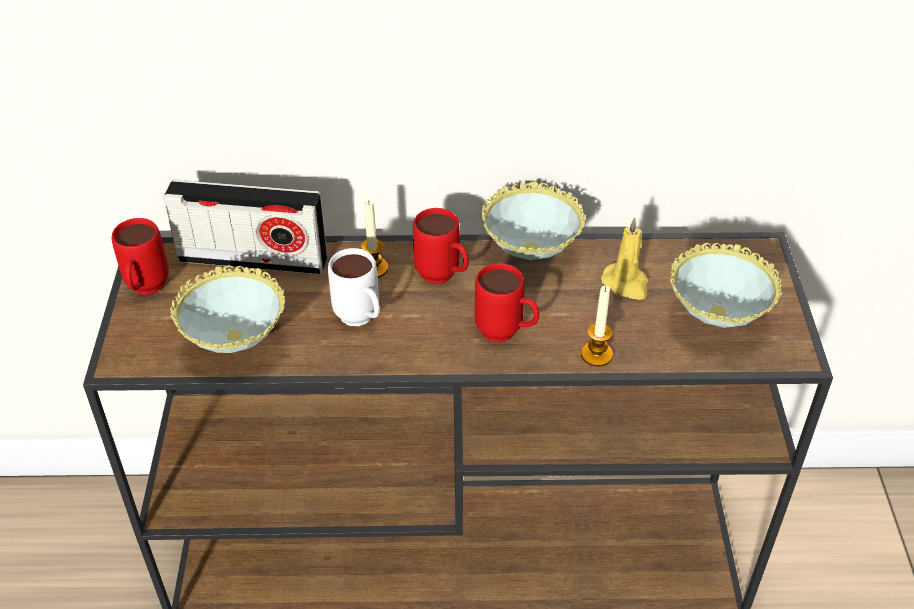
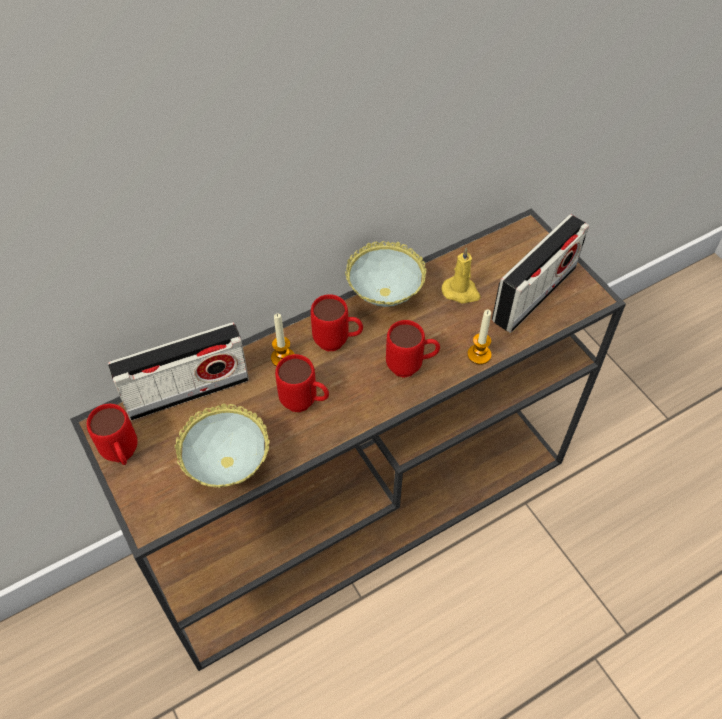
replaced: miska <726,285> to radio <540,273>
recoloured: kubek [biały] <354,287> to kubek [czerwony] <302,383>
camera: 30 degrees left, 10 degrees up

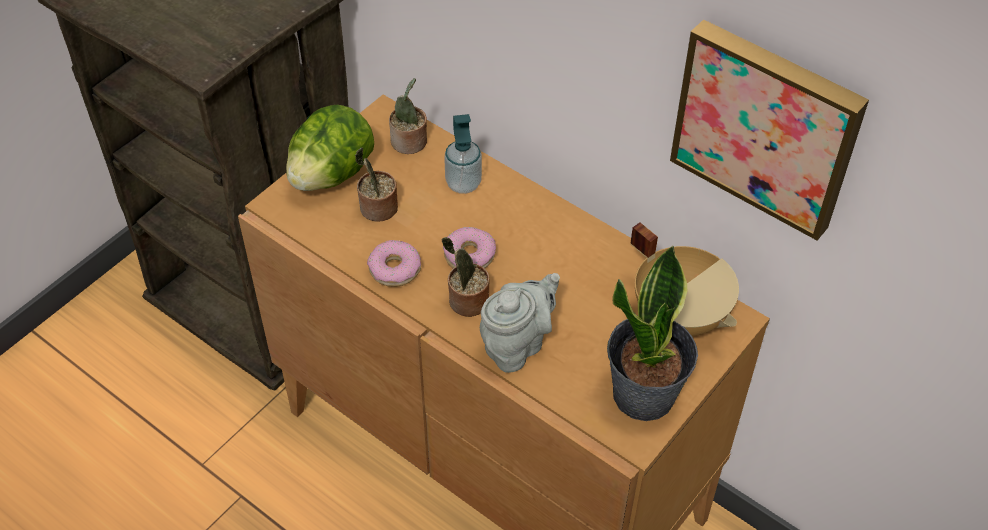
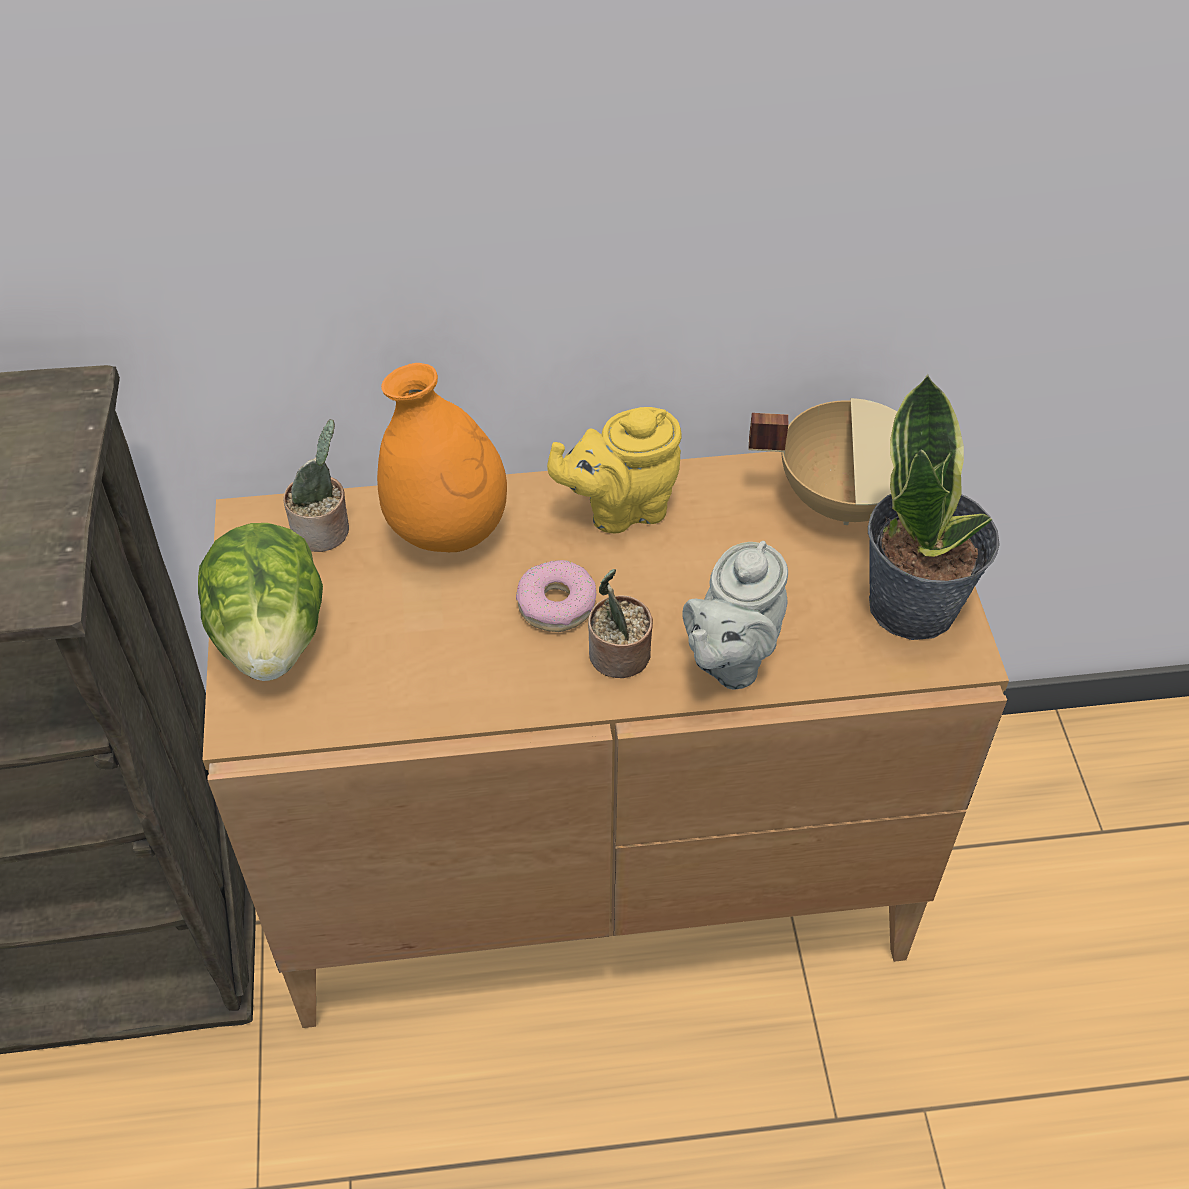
removed: obraz <769,130>; roślina doniczkowa <376,185>; donut <394,263>
added: imbryk [żółty] <614,470>
replaced: dozownik mydła <463,154> to wazon [pomarańczowy] <442,457>
turned: imbryk [szary] <520,323> = <735,615> 150 degrees counterclockwise
camera: 45 degrees left, 0 degrees up

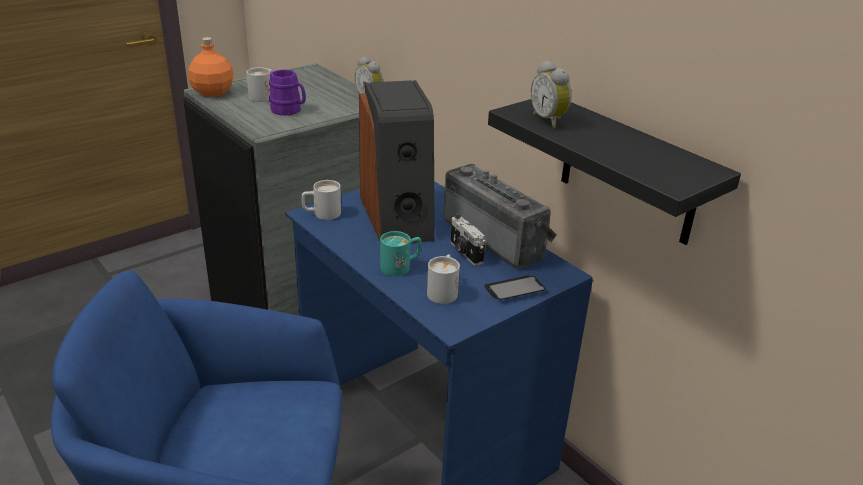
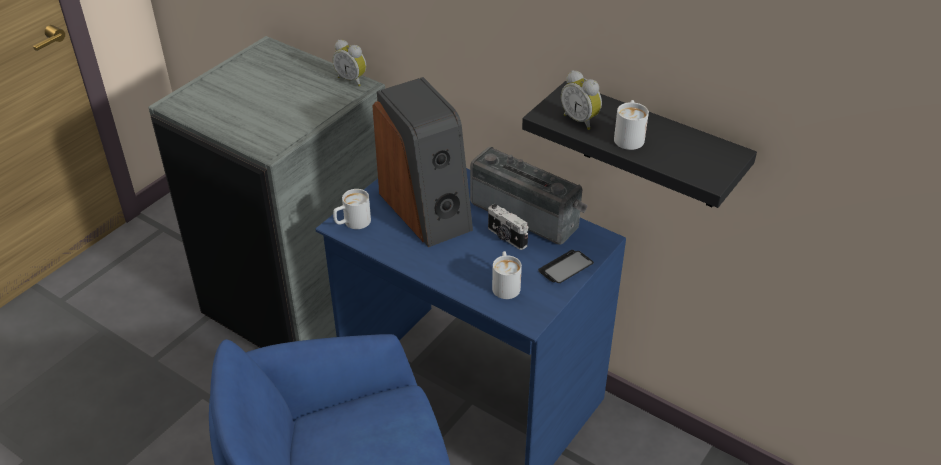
removed: butelka [pomarańczowy] <211,67>; kubek [fioletowy] <287,93>; kubek [turkusowy] <401,253>
moved: kubek [biały] <259,85> to <631,125>
camera: 15 degrees left, 10 degrees up

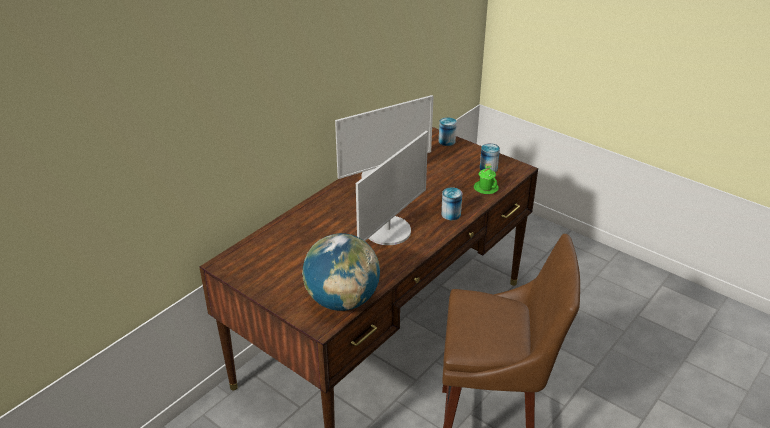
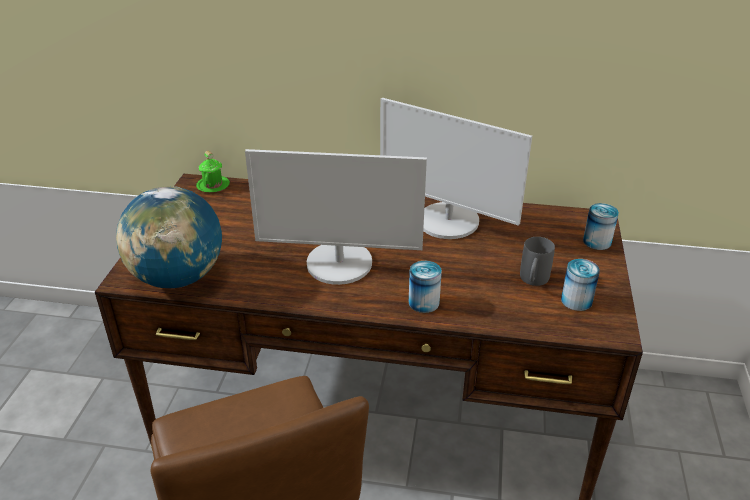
added: kubek [szary] <537,261>
moved: kubek [zielony] <486,178> to <213,172>
camera: 60 degrees right, 0 degrees up

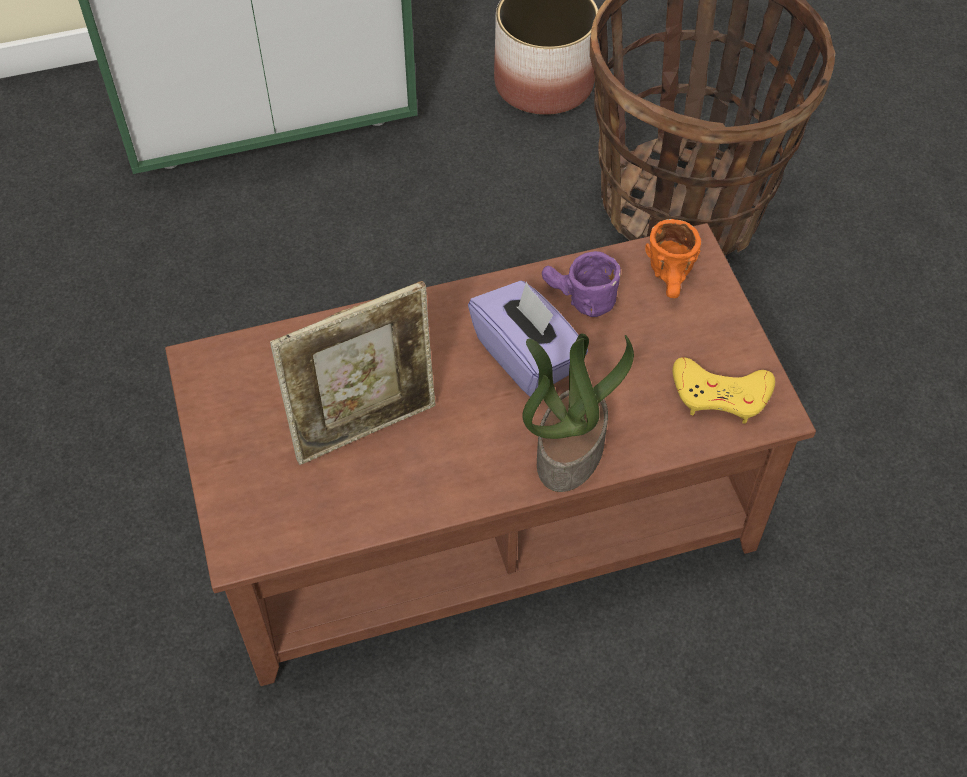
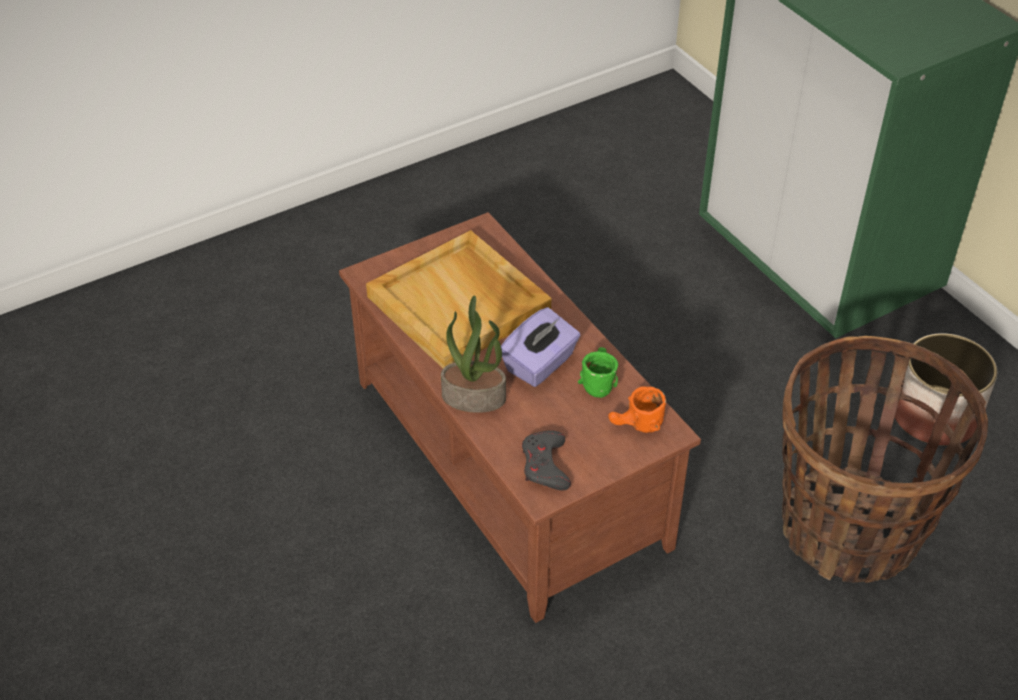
replaced: ramka na zdjęcie <352,373> to taca [beżowy] <458,299>
recoloured: kubek [fioletowy] <581,284> to kubek [zielony] <598,372>; pad do gier [żółty] <724,390> to pad do gier [szary] <546,460>
camera: 75 degrees right, 10 degrees down

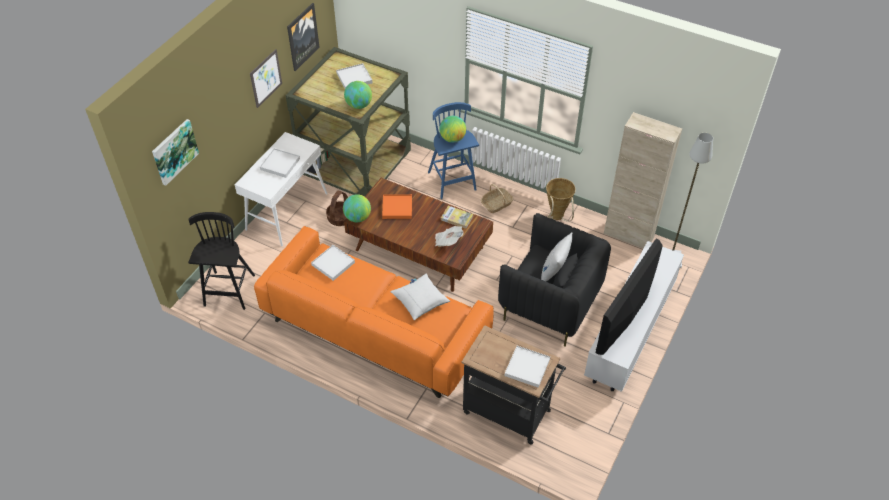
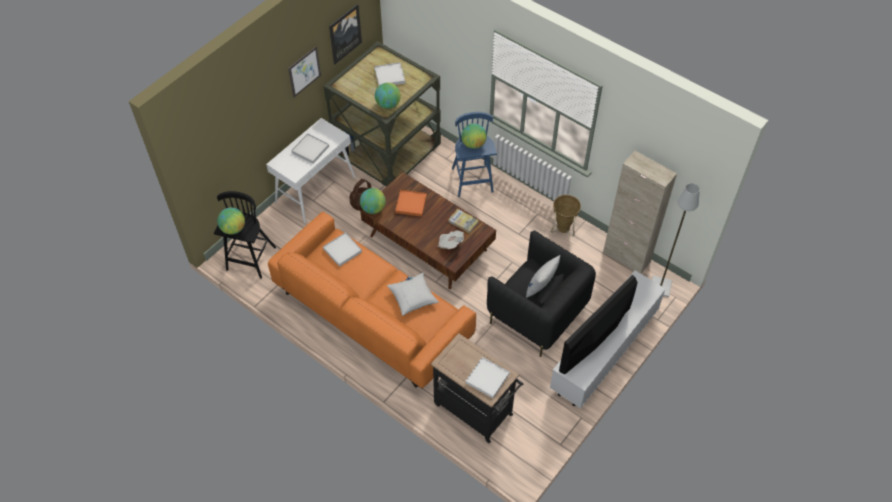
removed: obraz <175,152>; koszyk <497,198>
added: globus <231,221>
camera: 10 degrees right, 5 degrees up

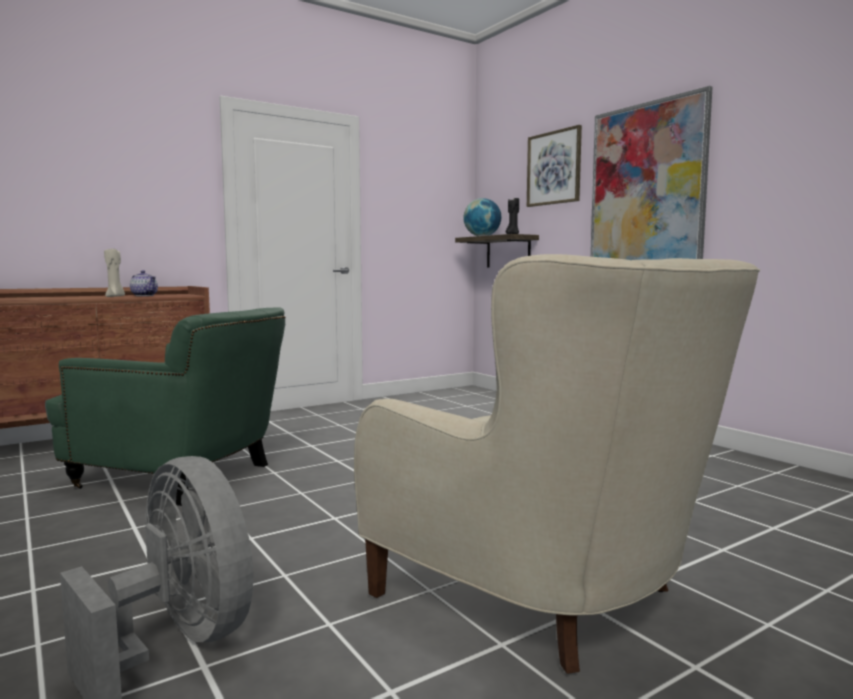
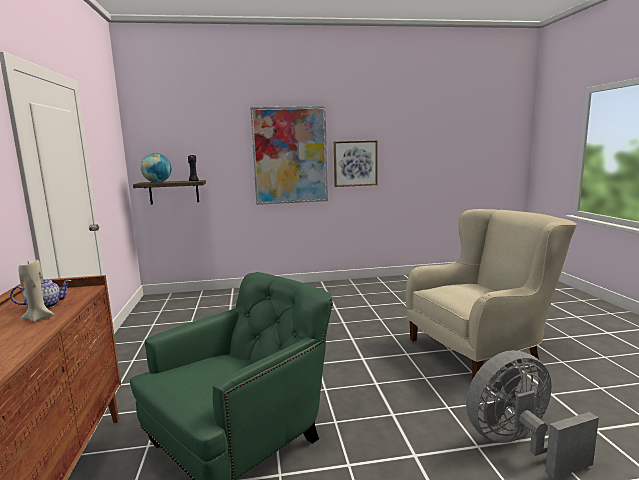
moved: obraz <554,166> to <356,163>
camera: 65 degrees left, 5 degrees up

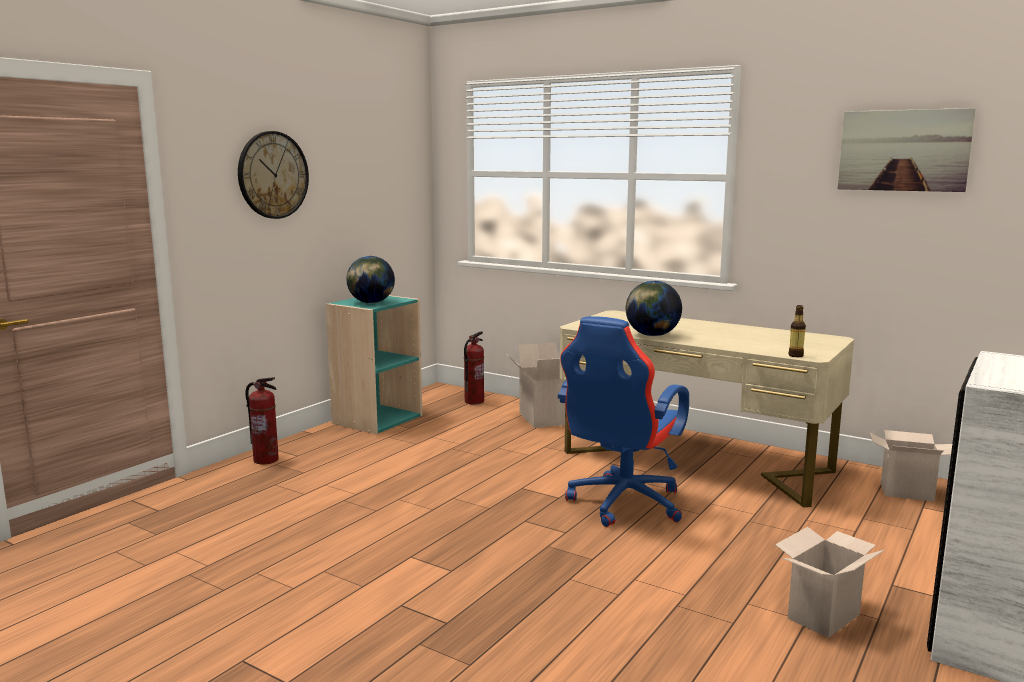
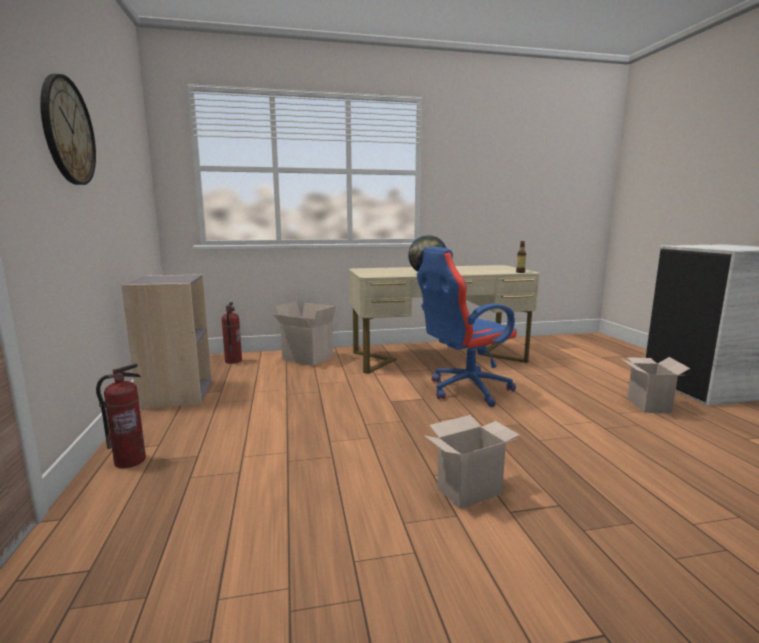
removed: obraz <907,150>; globus <371,279>
moved: karton <911,465> to <472,462>
recoloured: regał [turkusowy] <374,364> to regał [szary] <166,341>
turned: krzesło biurowe [niebieski] <623,421> = <467,327> 75 degrees clockwise
camera: 45 degrees left, 0 degrees up

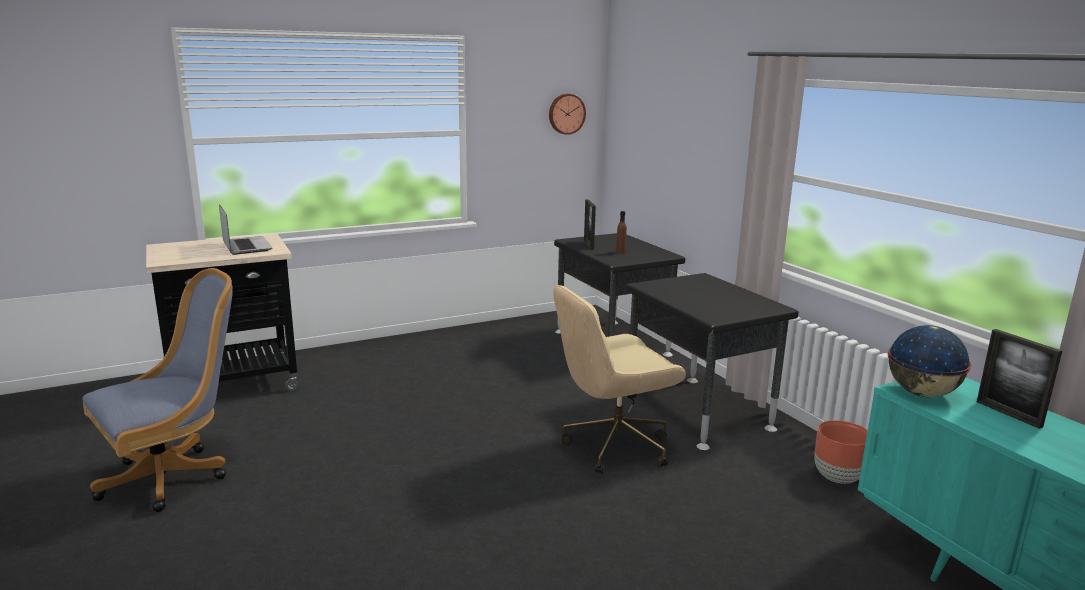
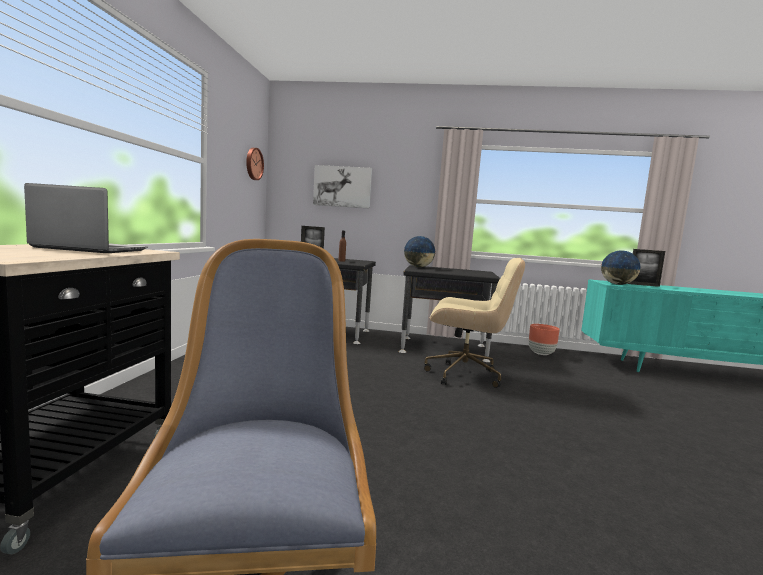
added: obraz <342,187>; globus <419,251>
turned: krzesło biurowe [beżowy] <619,379> = <474,323> 90 degrees counterclockwise
camera: 55 degrees left, 10 degrees down

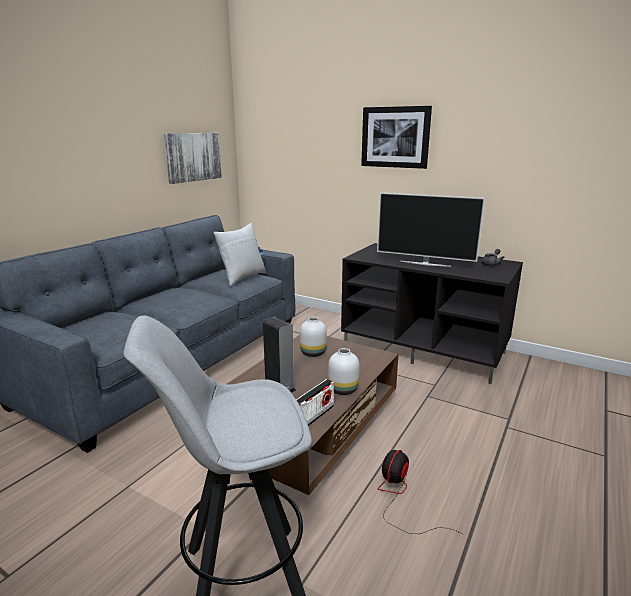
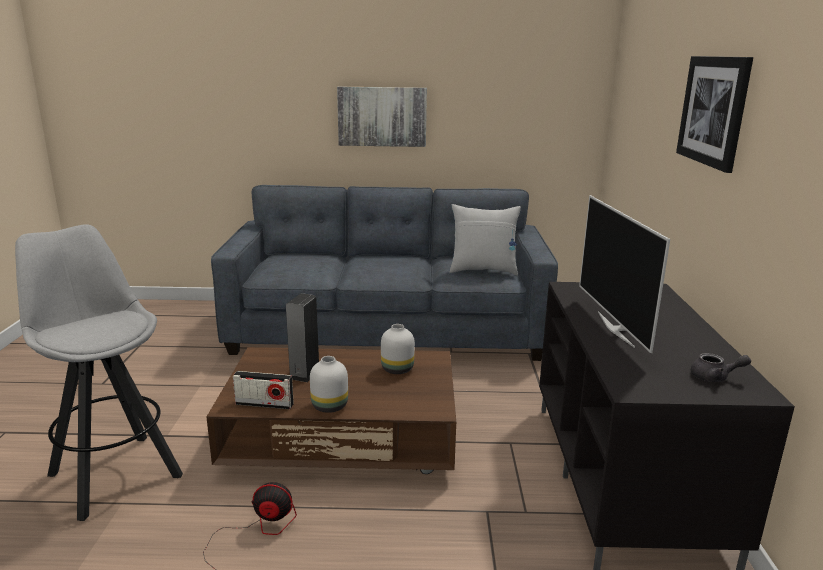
moved: obraz <193,158> to <382,117>
camera: 60 degrees right, 0 degrees up

